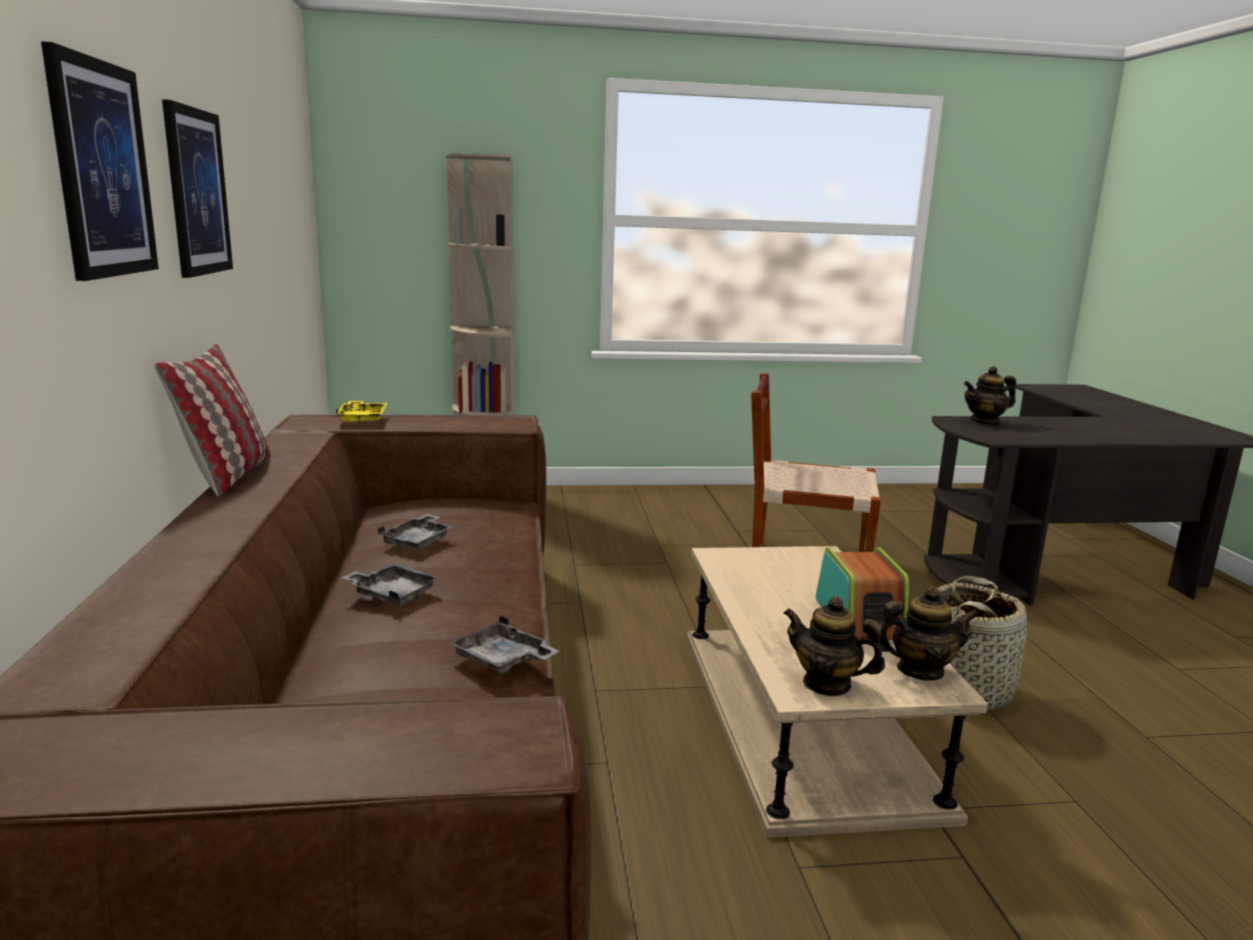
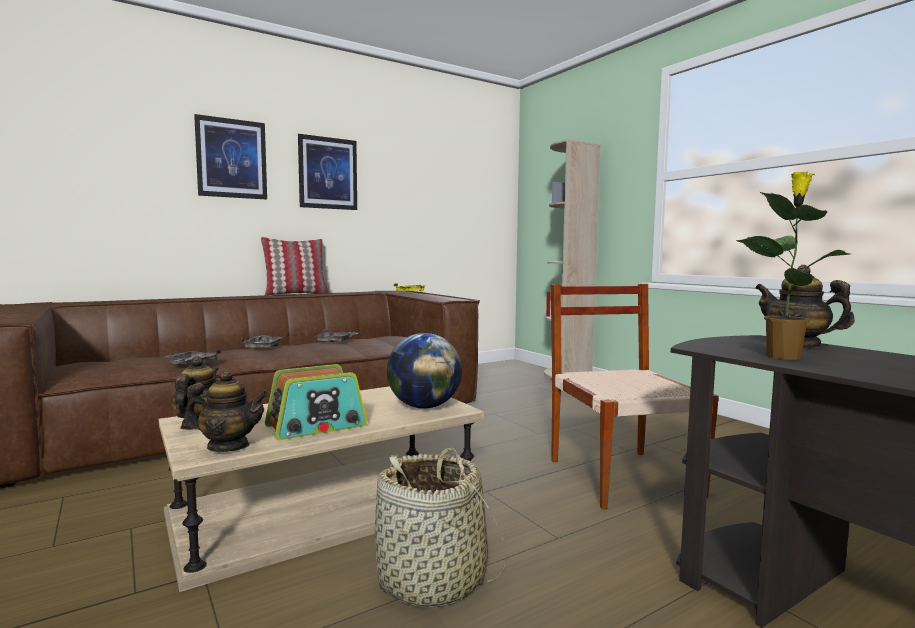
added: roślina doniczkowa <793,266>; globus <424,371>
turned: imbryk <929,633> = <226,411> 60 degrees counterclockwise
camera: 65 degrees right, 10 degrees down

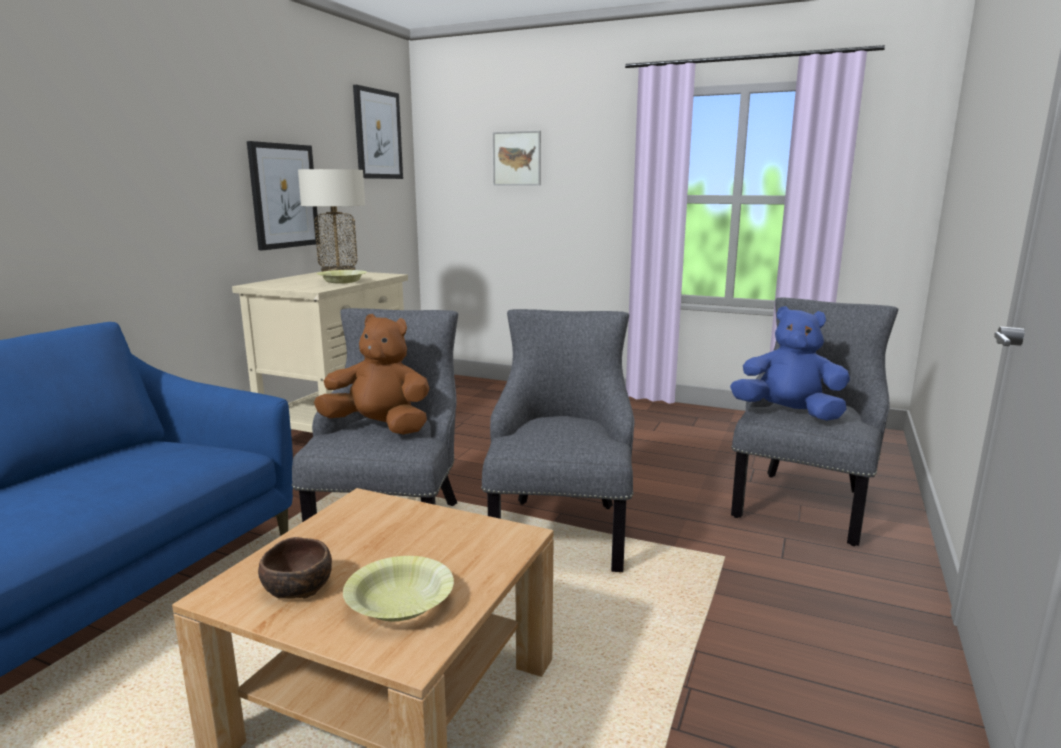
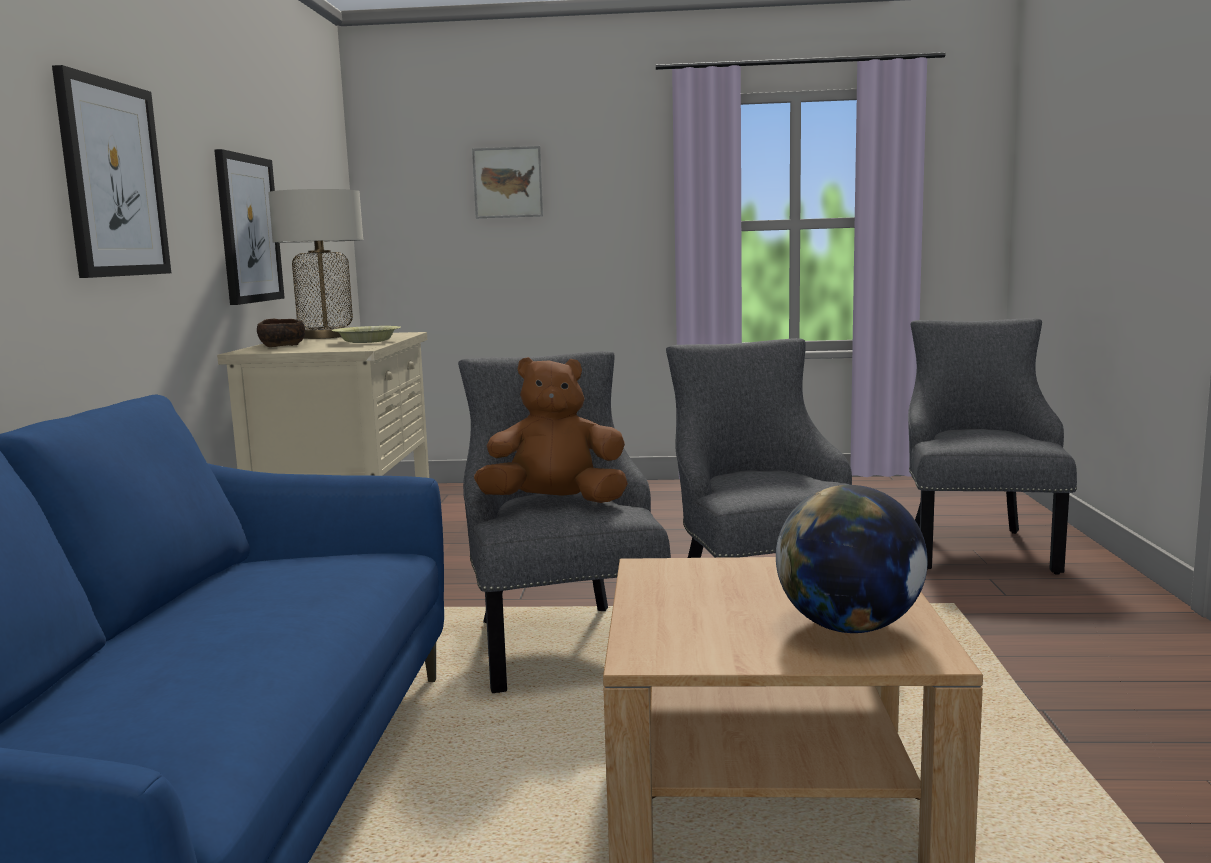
removed: pluszak [niebieski] <790,363>
moved: obraz <378,132> to <111,171>; miska [brązowy] <295,568> to <281,333>
replaced: miska [żółty] <398,588> to globus <852,559>
camera: 20 degrees left, 5 degrees down

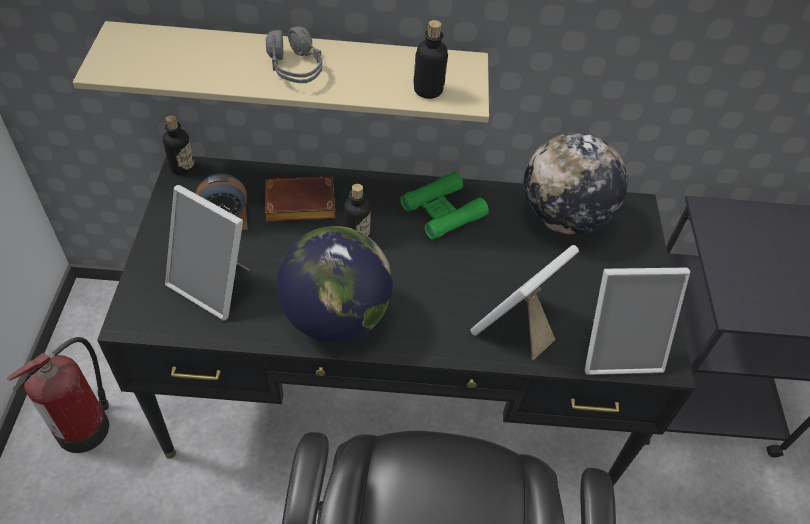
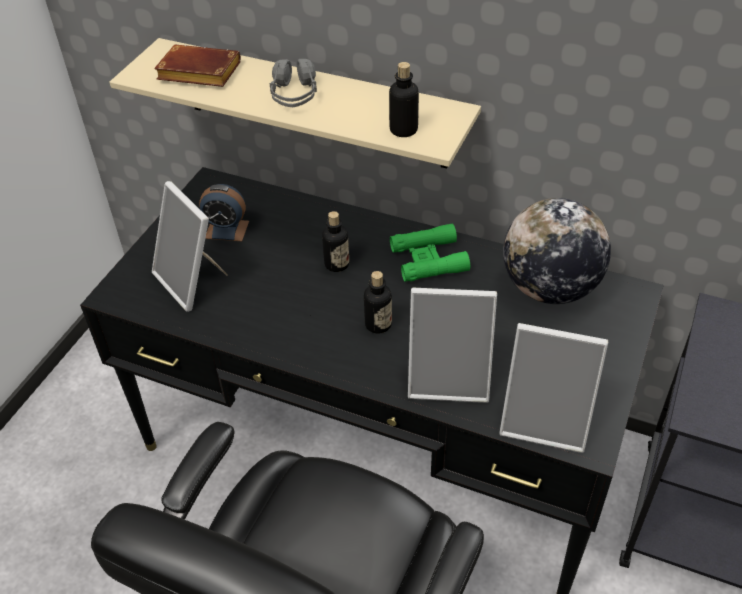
removed: globus <335,284>; gaśnica <58,395>
moved: butelka <178,145> to <378,302>; książka [brązowy] <300,199> to <197,65>
turned: ramka na zdjęcie <524,302> = <452,345> 150 degrees counterclockwise
camera: 25 degrees right, 5 degrees down

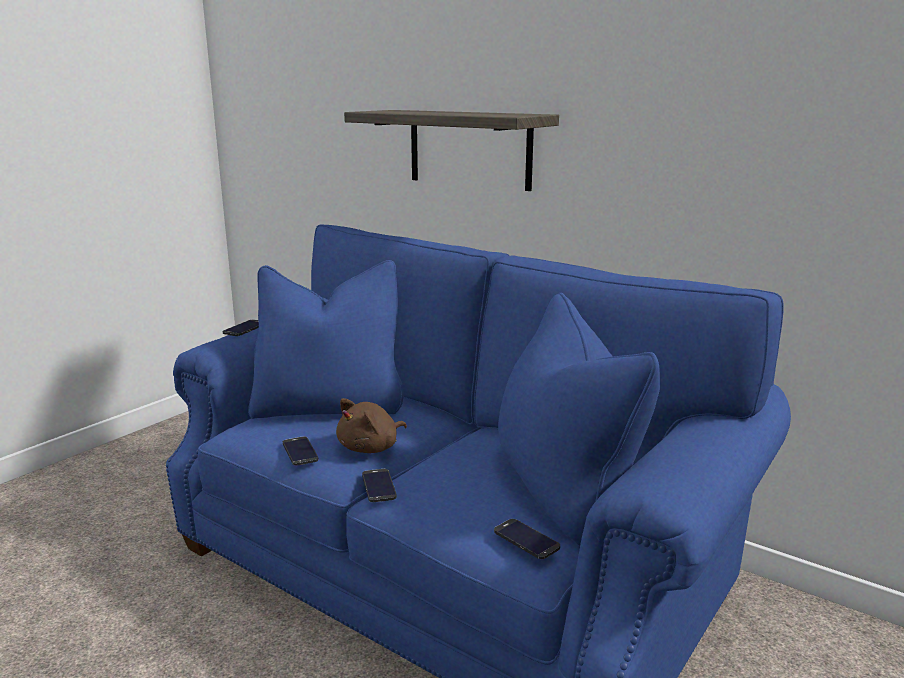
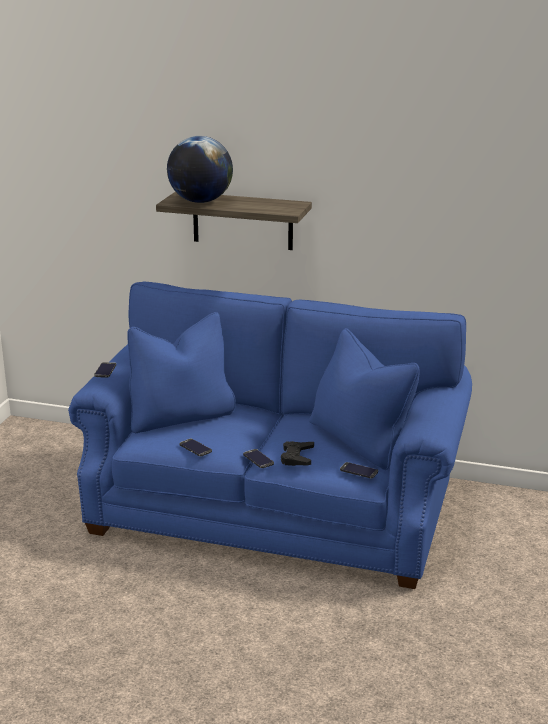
removed: pluszak [brązowy] <371,425>
added: globus <200,169>; pad do gier [czarny] <297,453>
camera: 20 degrees left, 5 degrees up

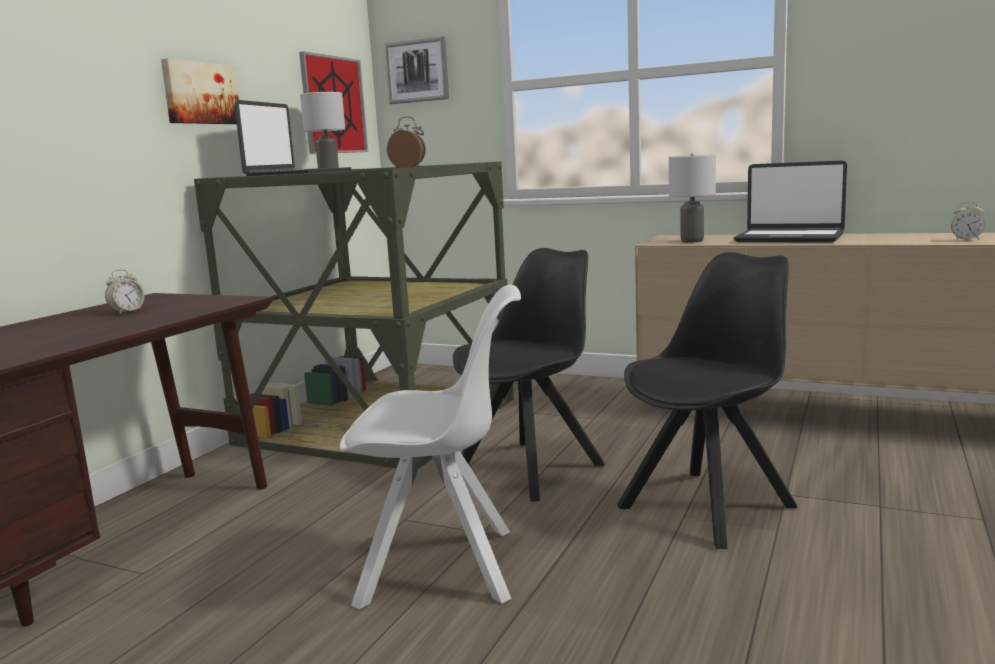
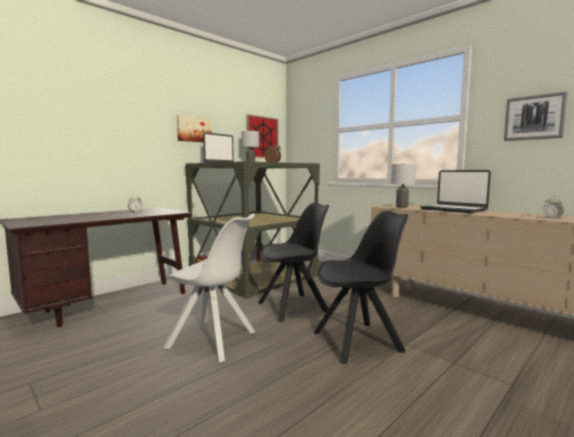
moved: obraz <416,70> to <535,116>
camera: 20 degrees right, 5 degrees down

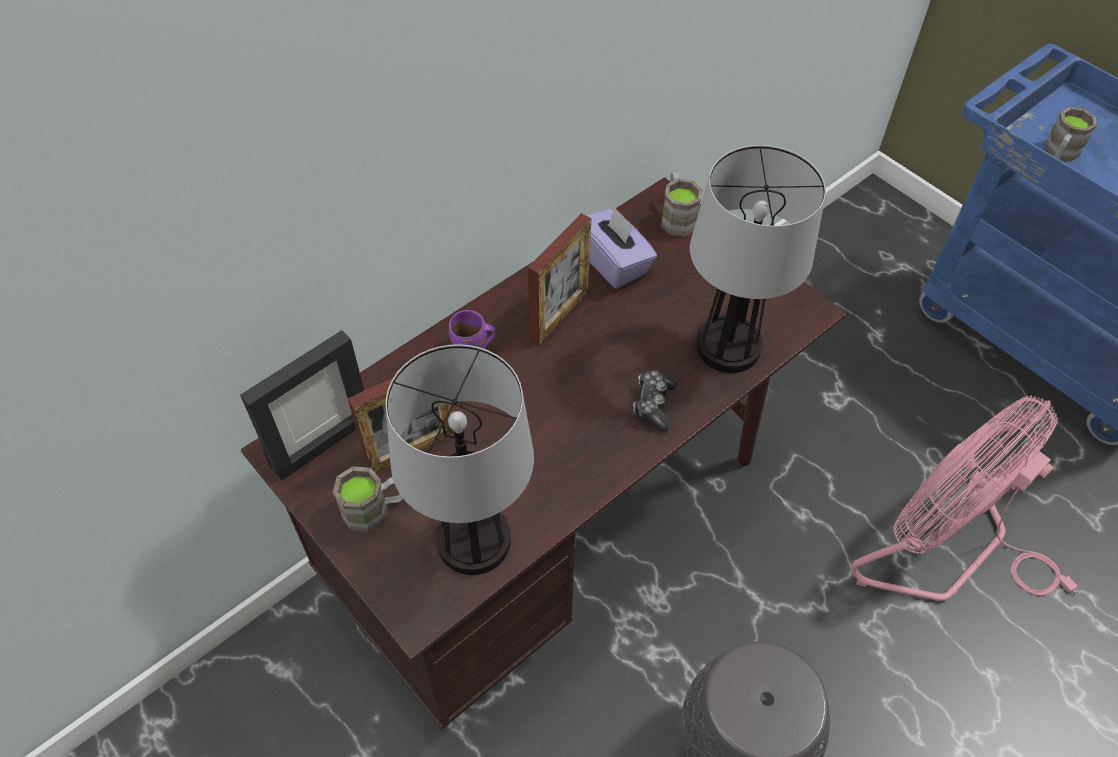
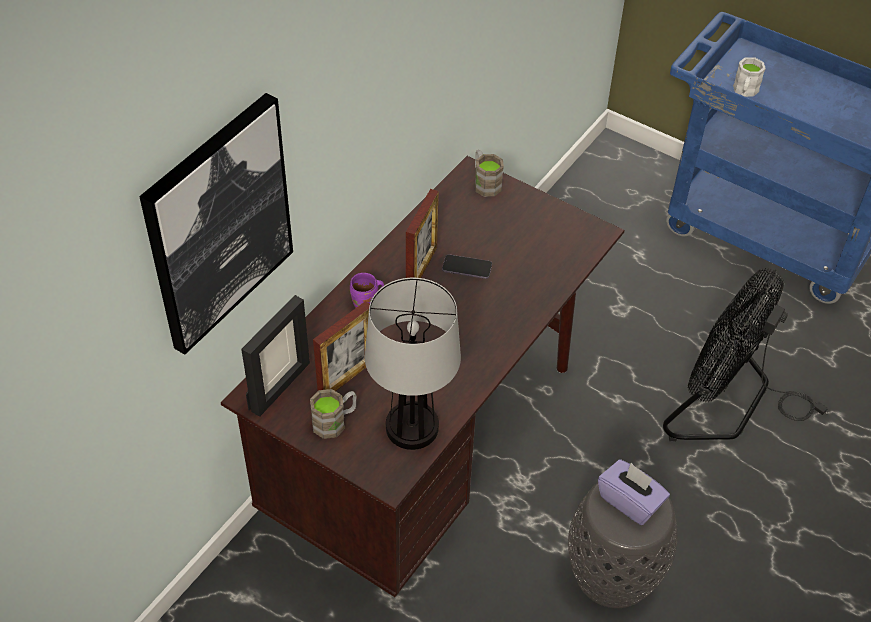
removed: lampa stołowa <758,259>; pad do gier <655,400>
added: obraz <216,224>; telefon <467,266>
moved: pudełko chusteczek [fioletowy] <616,247> to <634,492>
recoloured: kubek [brązowy] <1071,134> to kubek [biały] <749,77>; wentylator [różowy] <964,498> to wentylator [czarny] <745,355>
camera: 15 degrees left, 5 degrees down

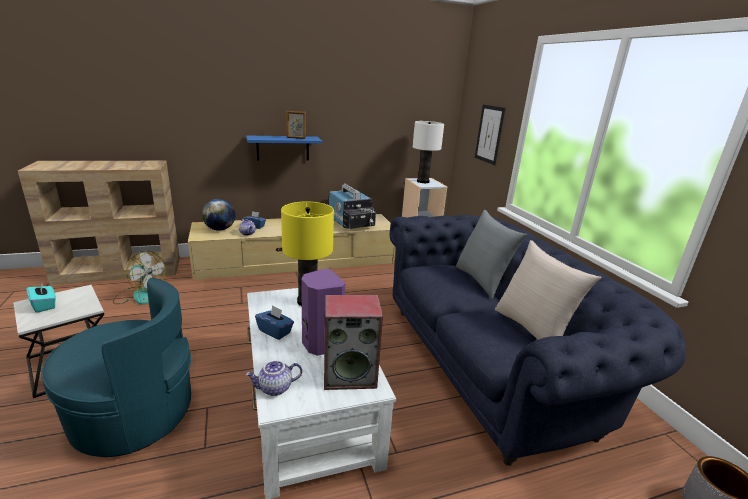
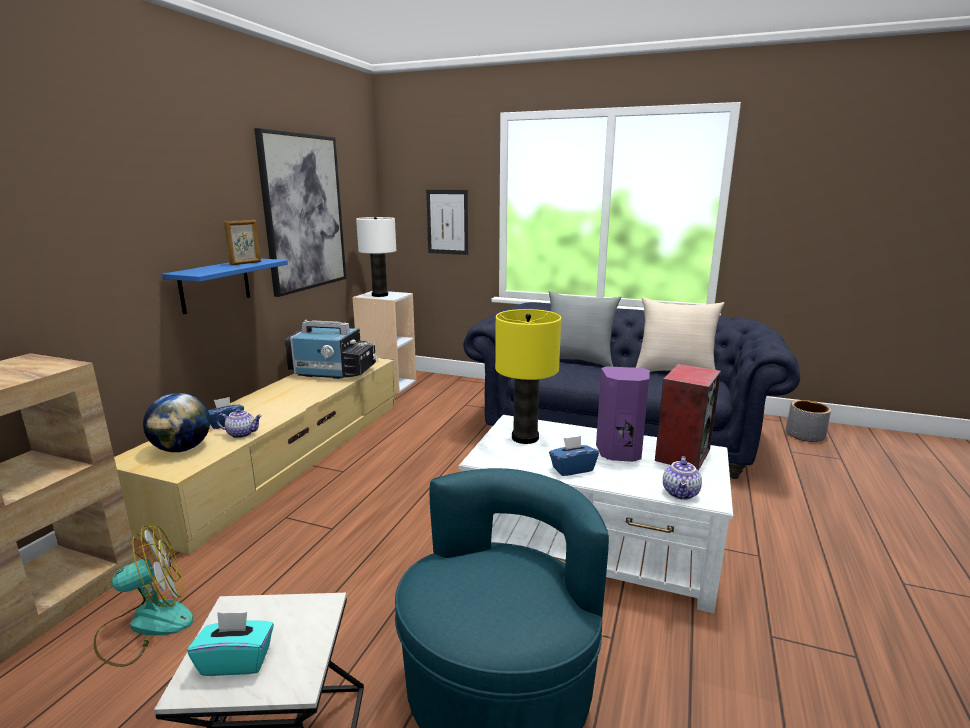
added: obraz <300,212>
camera: 50 degrees left, 5 degrees down

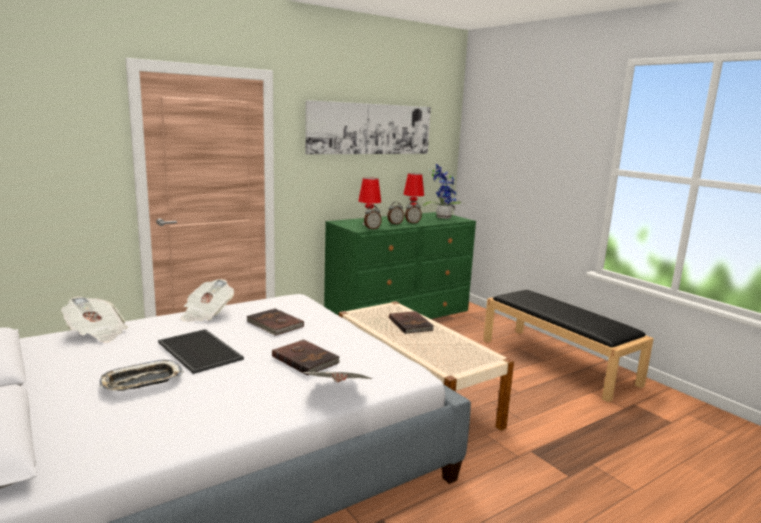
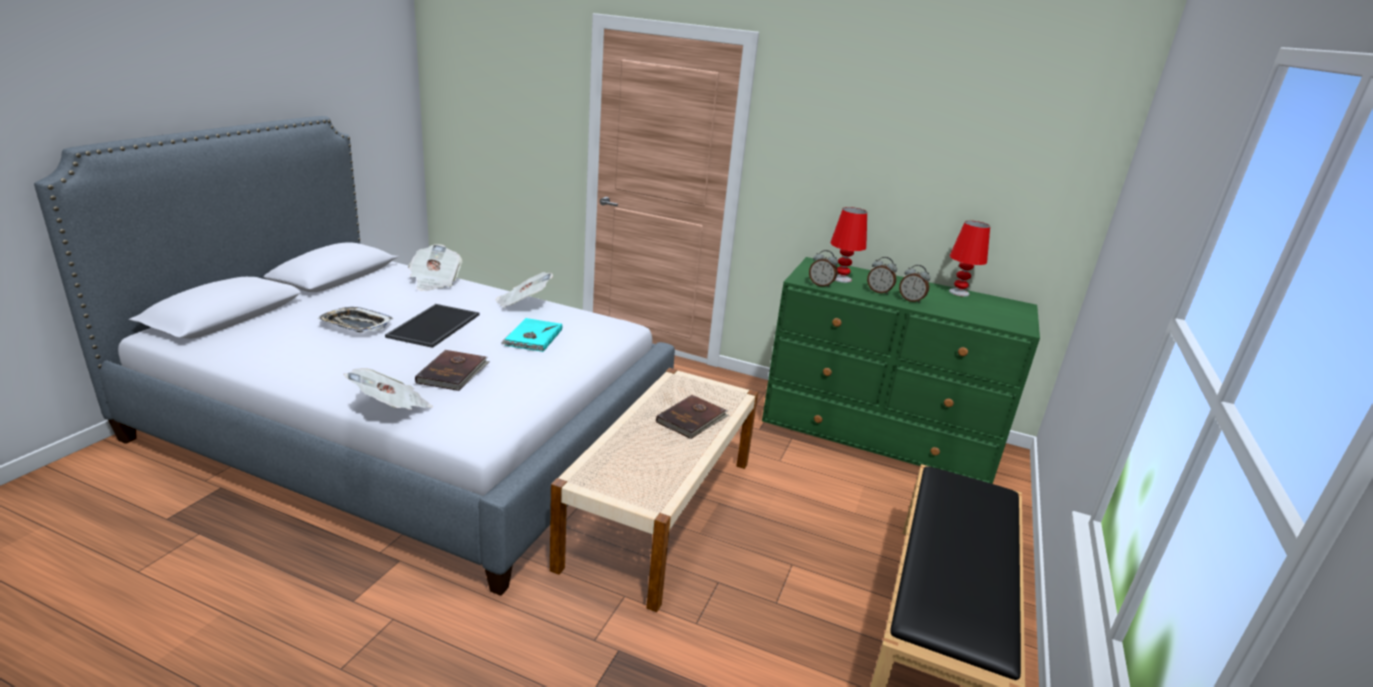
removed: obraz <368,127>; roślina doniczkowa <443,191>
recoloured: książka [brązowy] <275,322> to książka [turkusowy] <532,335>
camera: 55 degrees right, 10 degrees up

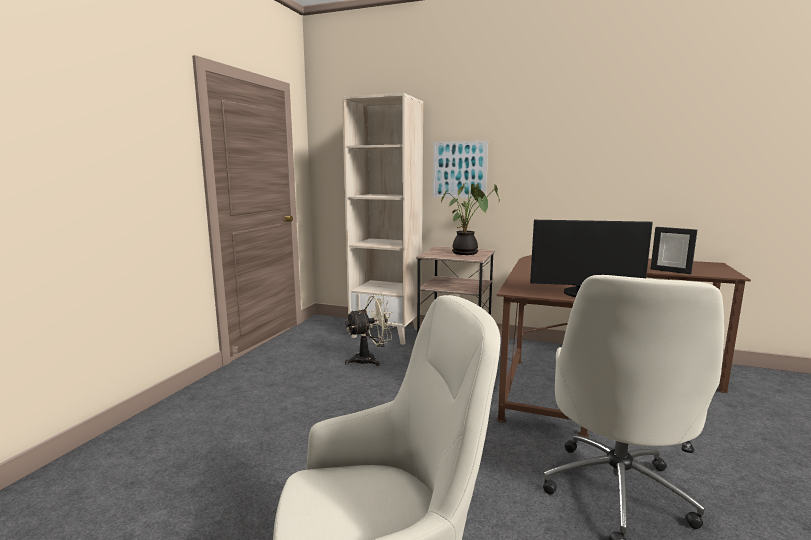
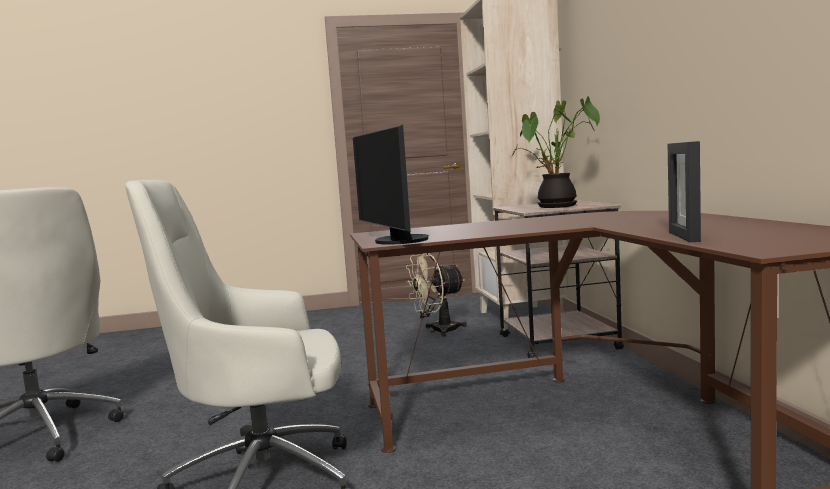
removed: obraz <460,169>
turned: wentylator [beżowy] <369,330> = <435,295> 120 degrees clockwise
camera: 60 degrees right, 5 degrees down

